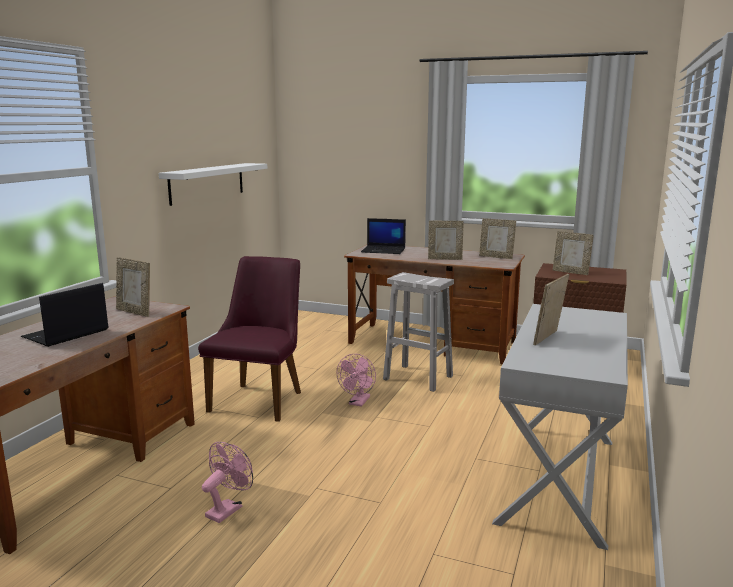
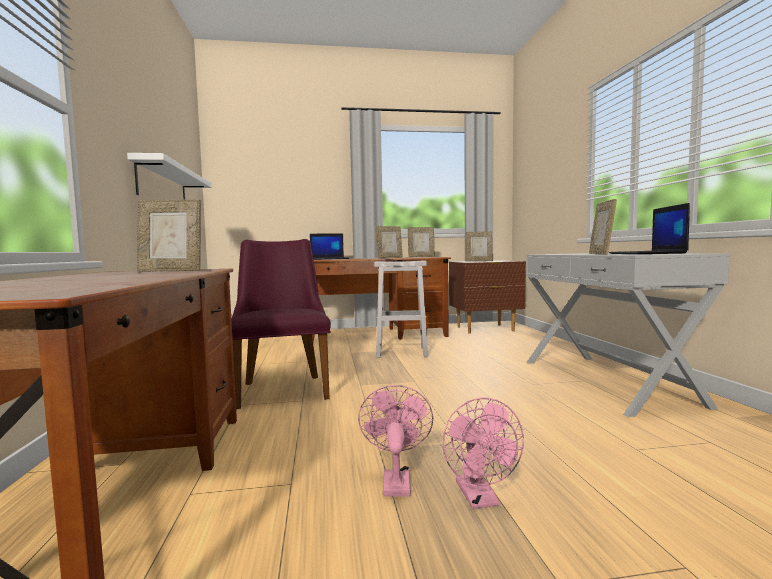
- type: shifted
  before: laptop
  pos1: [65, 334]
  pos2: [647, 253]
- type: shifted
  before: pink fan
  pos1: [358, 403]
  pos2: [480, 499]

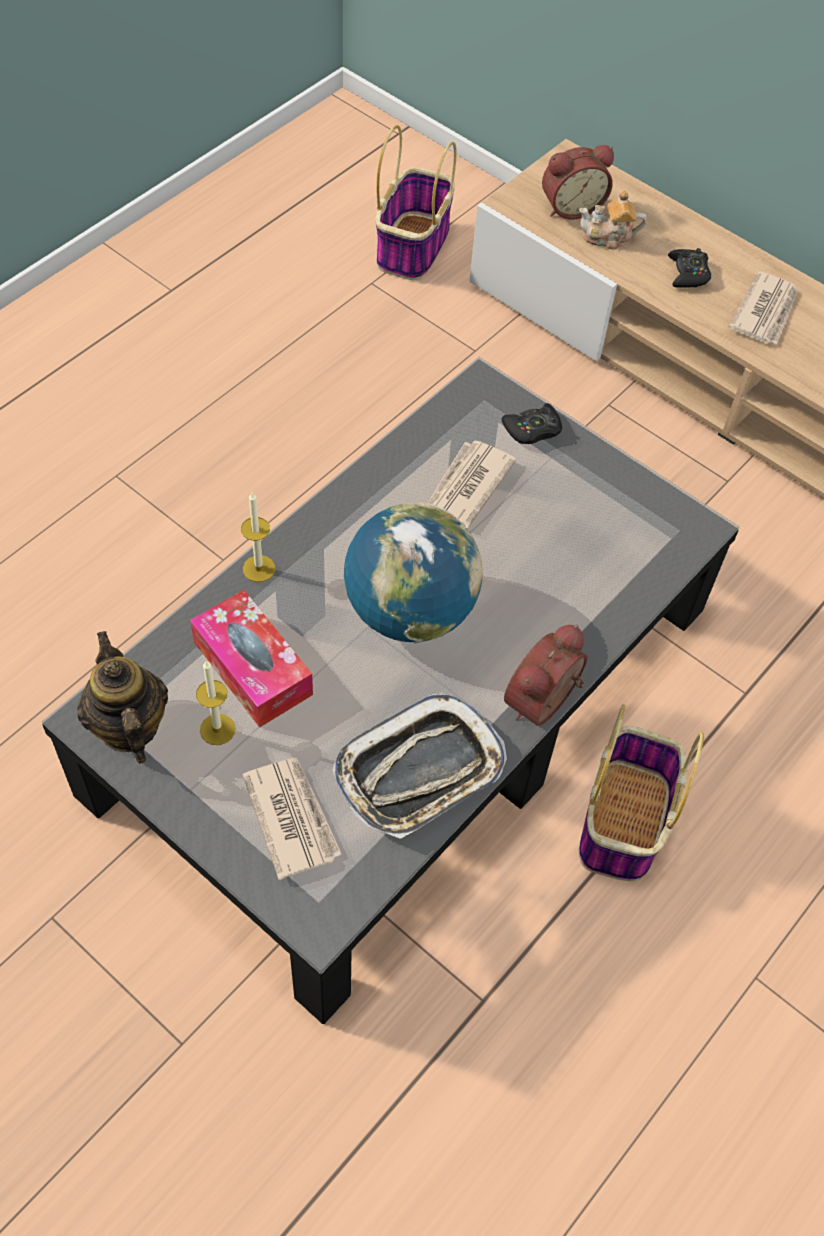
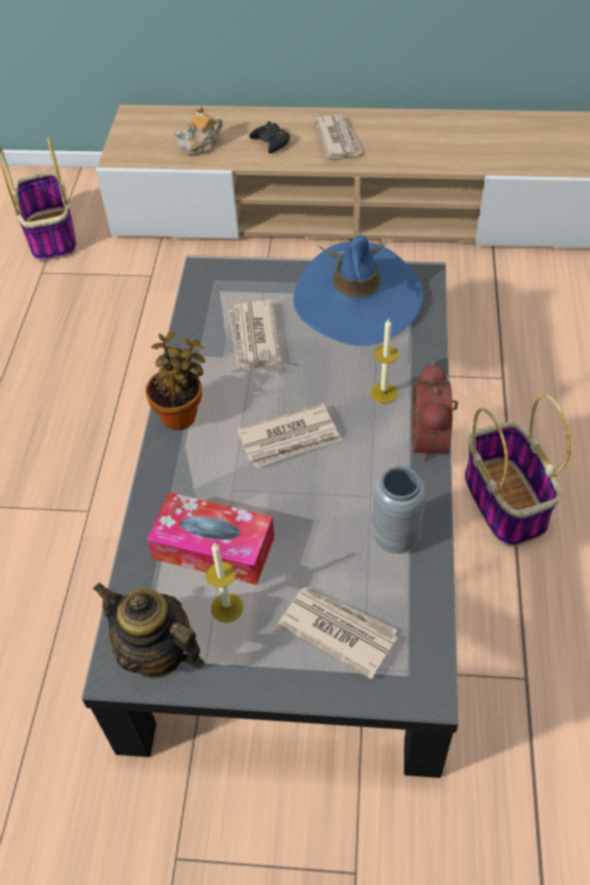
- type: gone
  before: black game controller
  pos1: [532, 430]
- type: gone
  before: alarm clock
  pos1: [571, 206]
- type: new
  after: potted plant
  pos2: [181, 414]
- type: new
  after: blue hat
  pos2: [357, 299]
- type: shifted
  before: candle
  pos1: [259, 568]
  pos2: [383, 393]
- type: swapped
  before: tray
  after: grey vase
  pos1: [419, 772]
  pos2: [395, 537]
- type: swapped
  before: globe
  after: newspaper
  pos1: [410, 611]
  pos2: [290, 439]

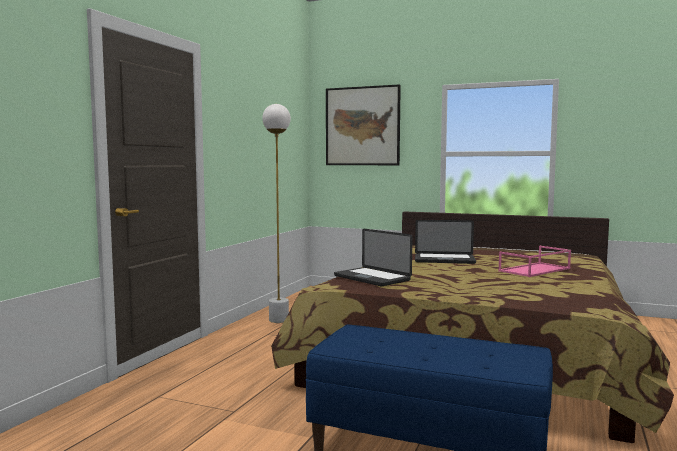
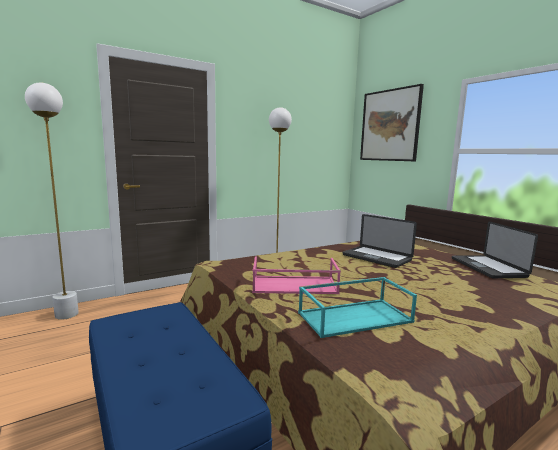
- type: new
  after: white floor lamp
  pos2: [67, 315]
- type: new
  after: turquoise tray
  pos2: [355, 316]
- type: shifted
  before: laptop
  pos1: [371, 278]
  pos2: [487, 267]
- type: shifted
  before: pink tray
  pos1: [535, 270]
  pos2: [293, 285]

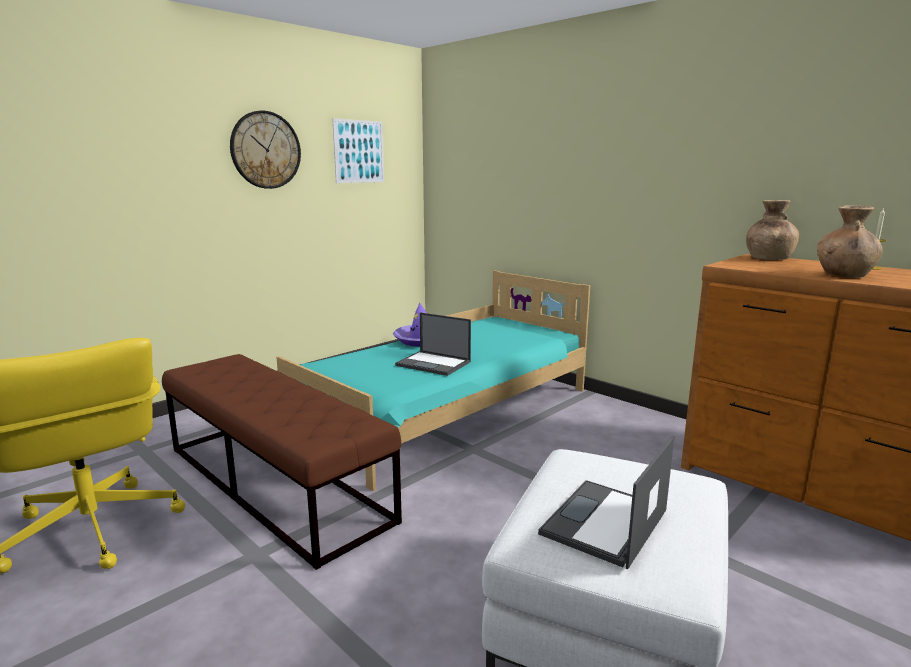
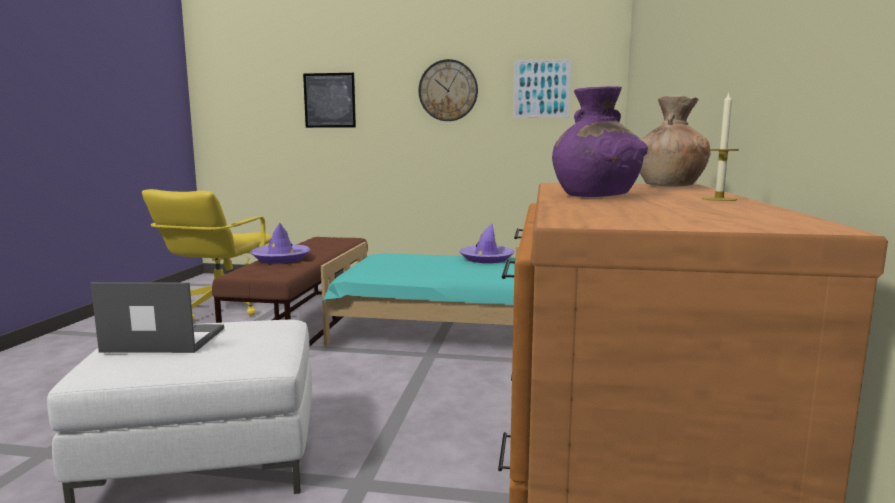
- type: gone
  before: laptop
  pos1: [434, 364]
- type: new
  after: purple hat
  pos2: [281, 258]
- type: new
  after: picture
  pos2: [329, 100]
- type: repainted
  before: brown vase
  after: purple vase
  pos1: [844, 275]
  pos2: [594, 196]

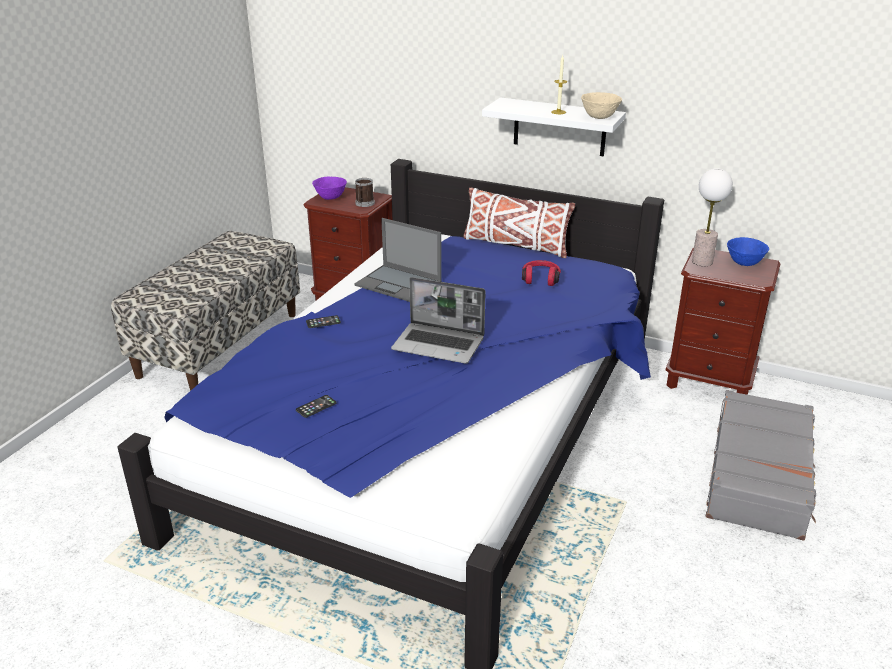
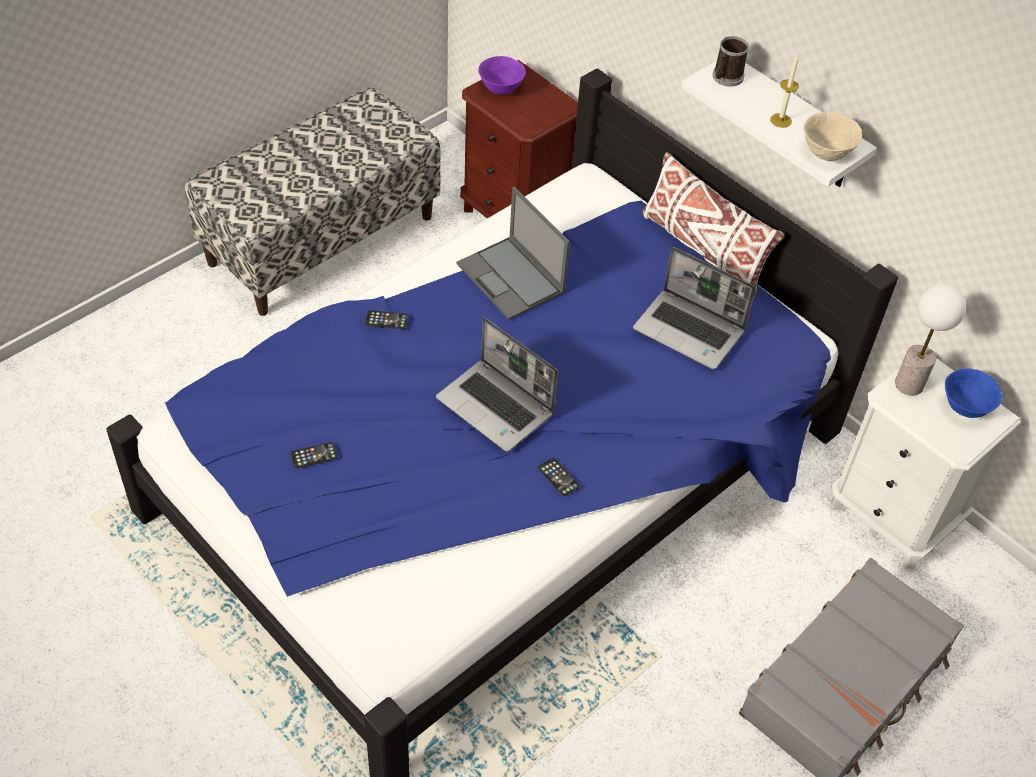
- type: new
  after: phone
  pos2: [558, 477]
- type: shifted
  before: mug
  pos1: [364, 204]
  pos2: [725, 78]
- type: swapped
  before: red headphones
  after: laptop
  pos1: [540, 279]
  pos2: [690, 331]
- type: repainted
  before: brown nightstand
  after: white nightstand
  pos1: [709, 381]
  pos2: [892, 516]

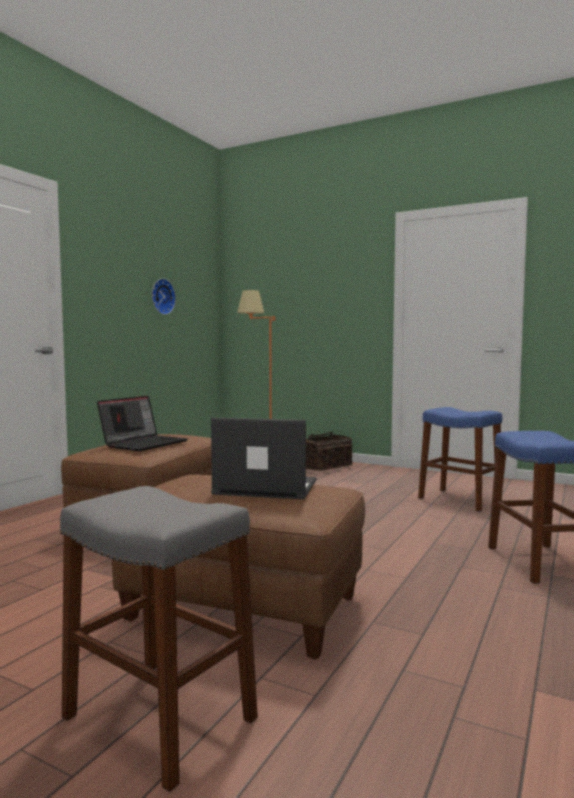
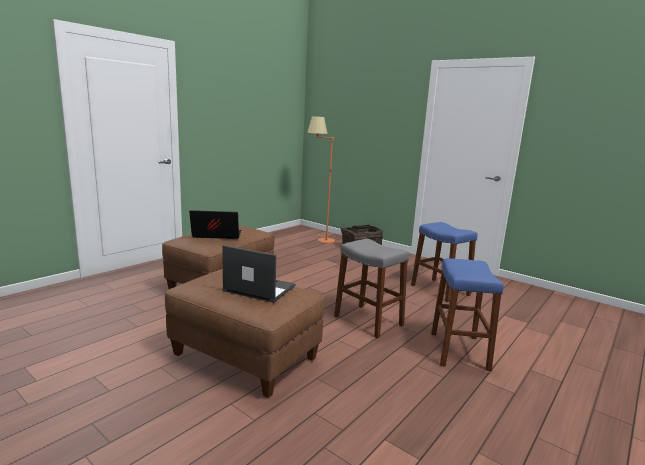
- type: gone
  before: wall clock
  pos1: [161, 296]
- type: shifted
  before: grey stool
  pos1: [159, 718]
  pos2: [368, 321]
- type: rotated
  before: laptop
  pos1: [144, 443]
  pos2: [216, 236]
  turn: -135

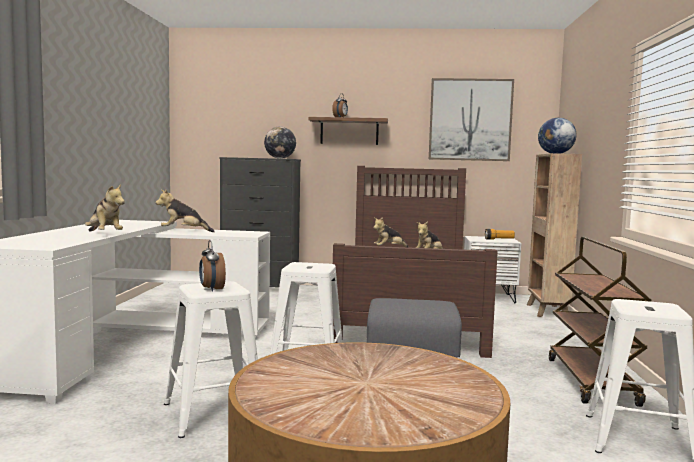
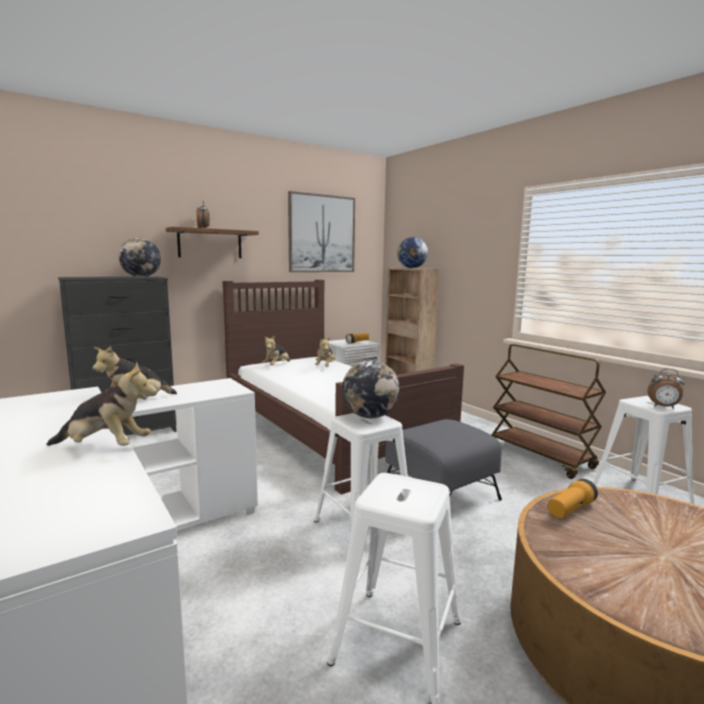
- type: new
  after: globe
  pos2: [370, 416]
- type: new
  after: flashlight
  pos2: [570, 509]
- type: shifted
  before: alarm clock
  pos1: [211, 289]
  pos2: [663, 407]

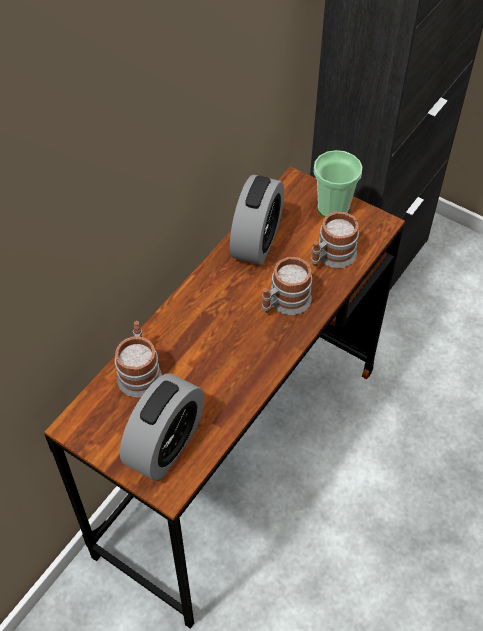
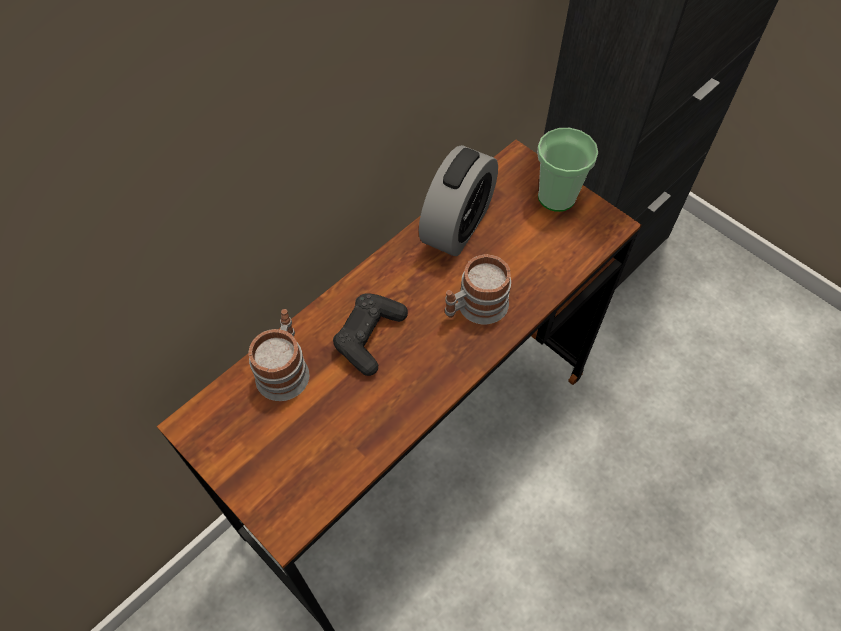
- type: gone
  before: alarm clock
  pos1: [165, 445]
- type: gone
  before: mug
  pos1: [331, 257]
- type: new
  after: black game controller
  pos2: [369, 337]

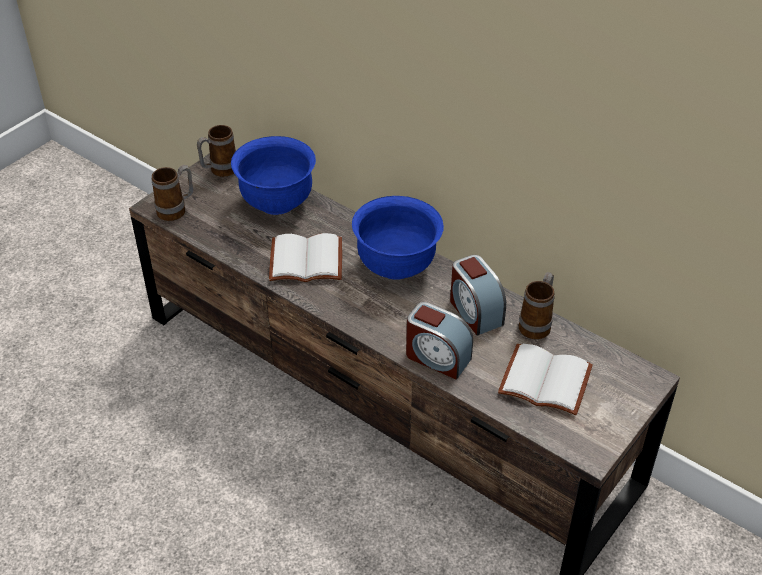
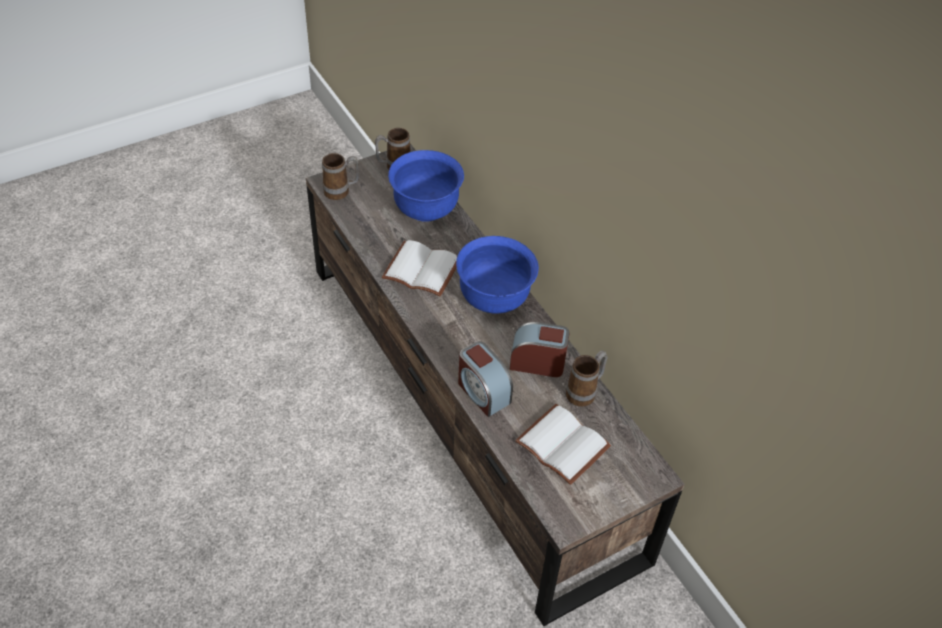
- type: rotated
  before: alarm clock
  pos1: [475, 311]
  pos2: [537, 362]
  turn: 105

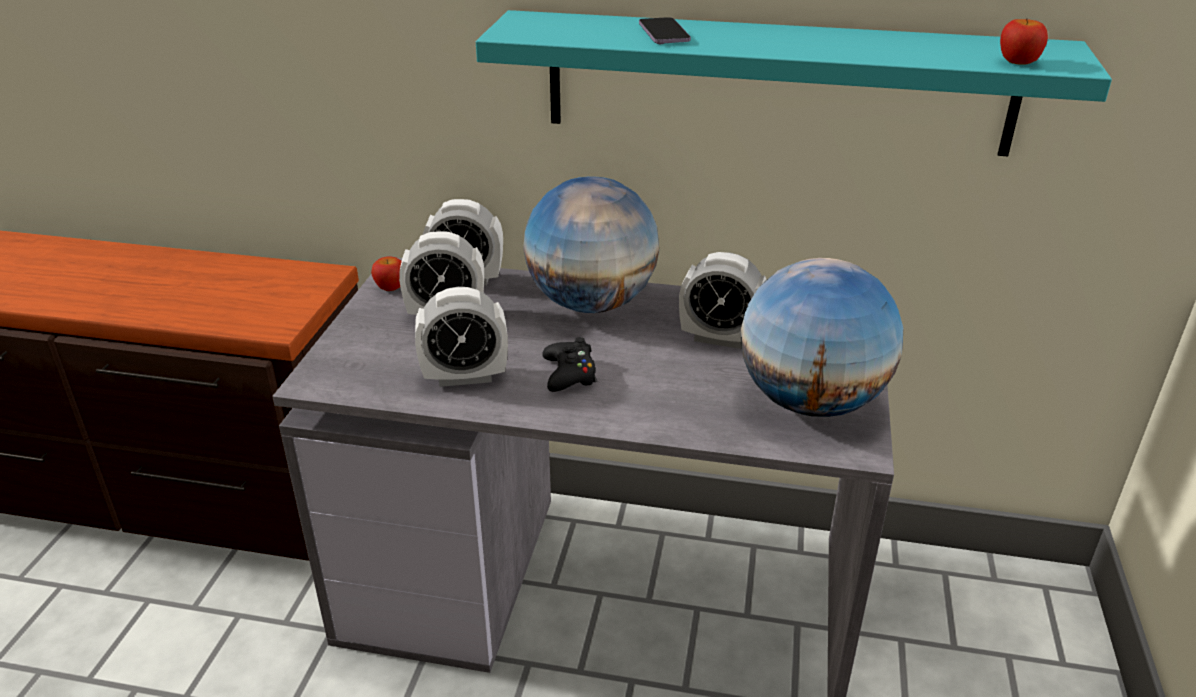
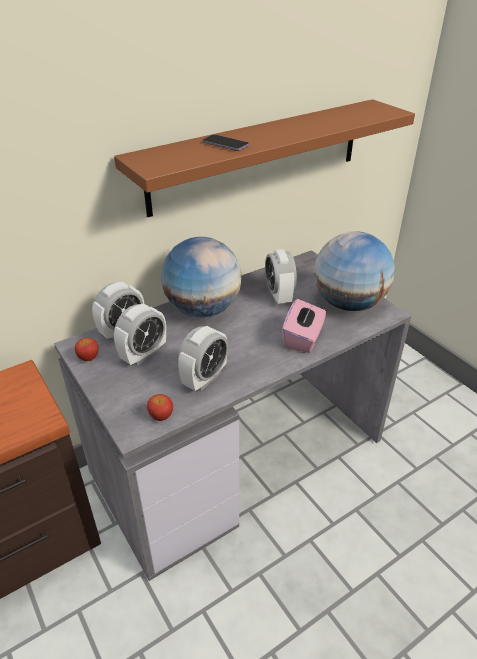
- type: gone
  before: black game controller
  pos1: [569, 374]
- type: new
  after: pink tissue box
  pos2: [303, 338]
- type: shifted
  before: apple
  pos1: [1017, 62]
  pos2: [161, 416]
- type: repainted
  before: turquoise shelf
  after: brown shelf
  pos1: [776, 83]
  pos2: [258, 155]
- type: rotated
  before: alarm clock
  pos1: [720, 338]
  pos2: [279, 296]
  turn: 105

